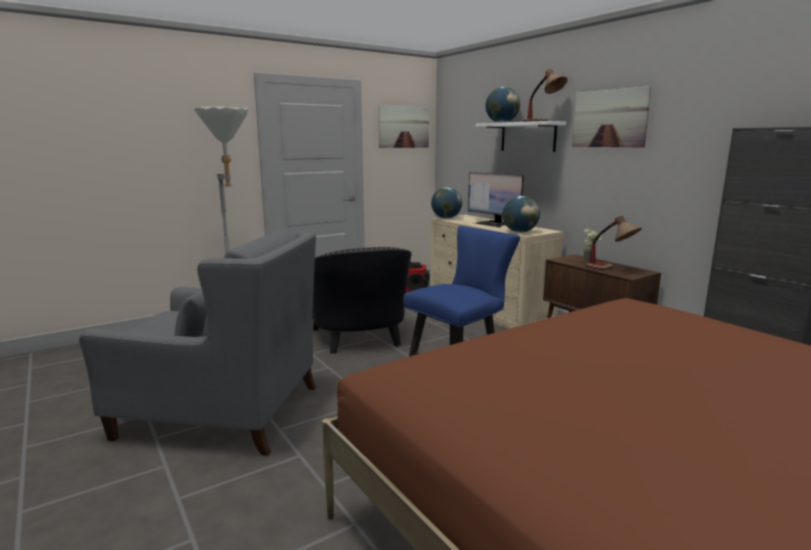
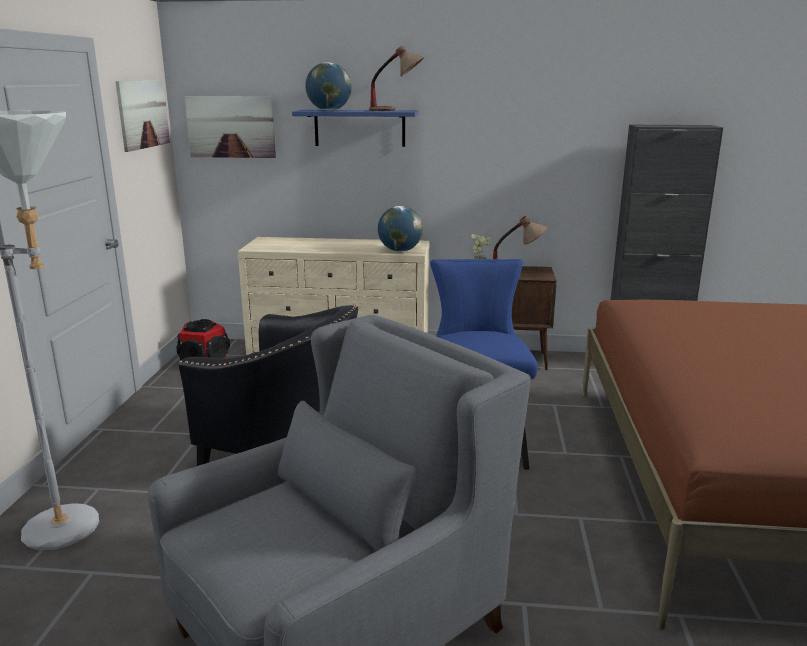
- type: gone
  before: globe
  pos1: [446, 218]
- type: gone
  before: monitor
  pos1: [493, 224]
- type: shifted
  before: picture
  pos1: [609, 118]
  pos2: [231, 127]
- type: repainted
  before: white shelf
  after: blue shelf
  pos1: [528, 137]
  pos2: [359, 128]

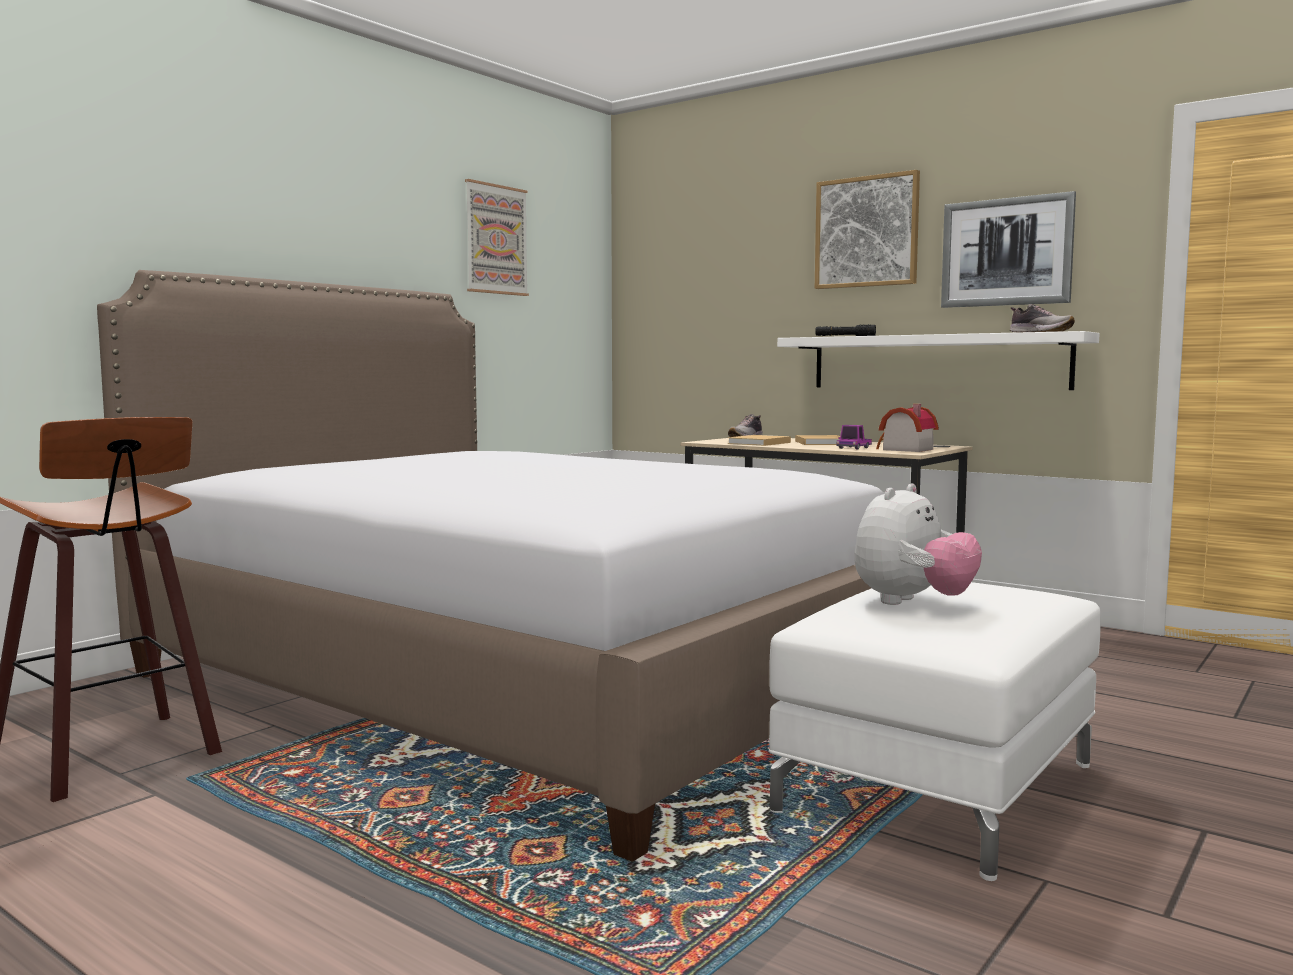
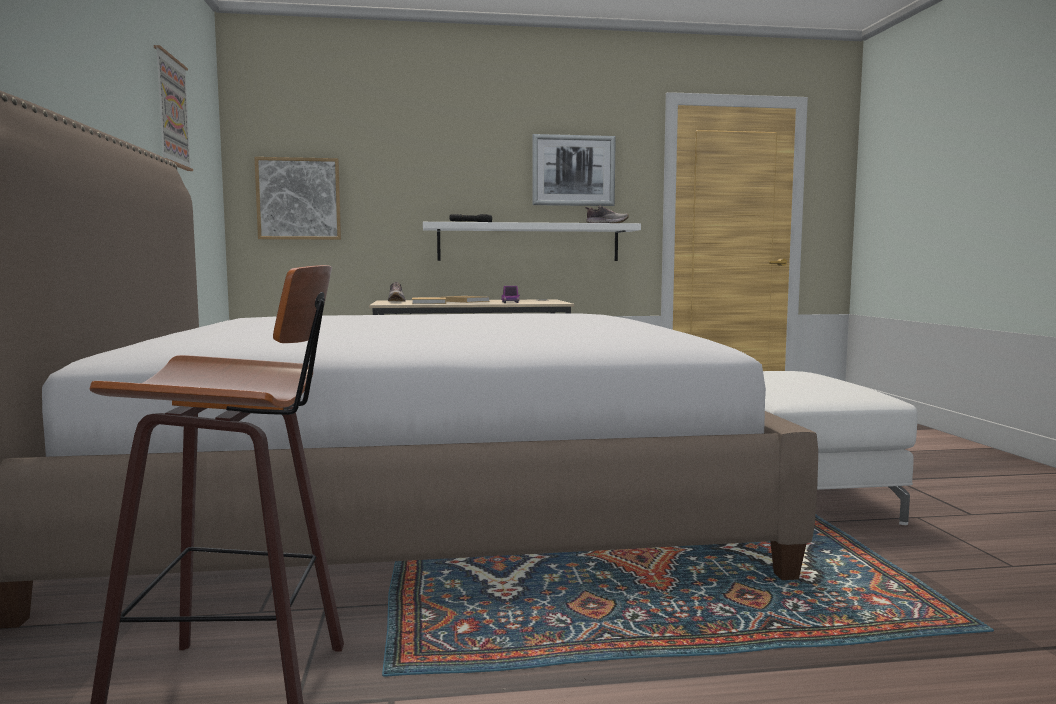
- type: gone
  before: plush toy
  pos1: [912, 603]
- type: gone
  before: toy house
  pos1: [904, 449]
- type: shifted
  before: picture
  pos1: [867, 232]
  pos2: [299, 199]

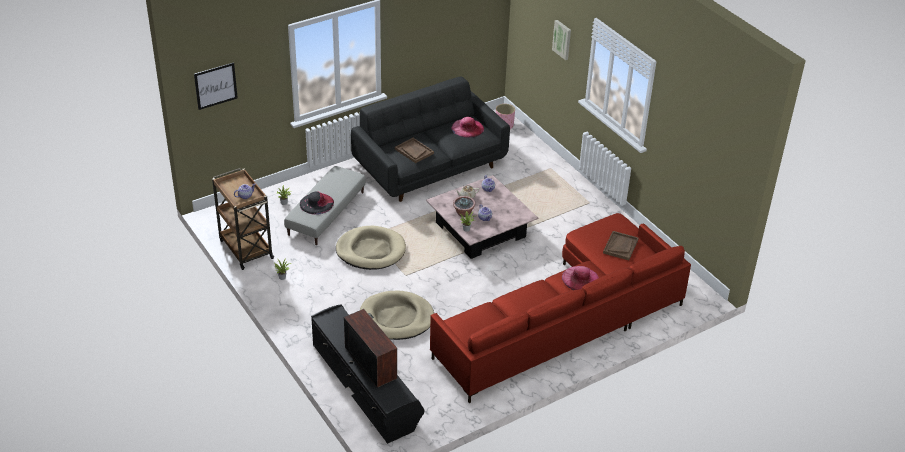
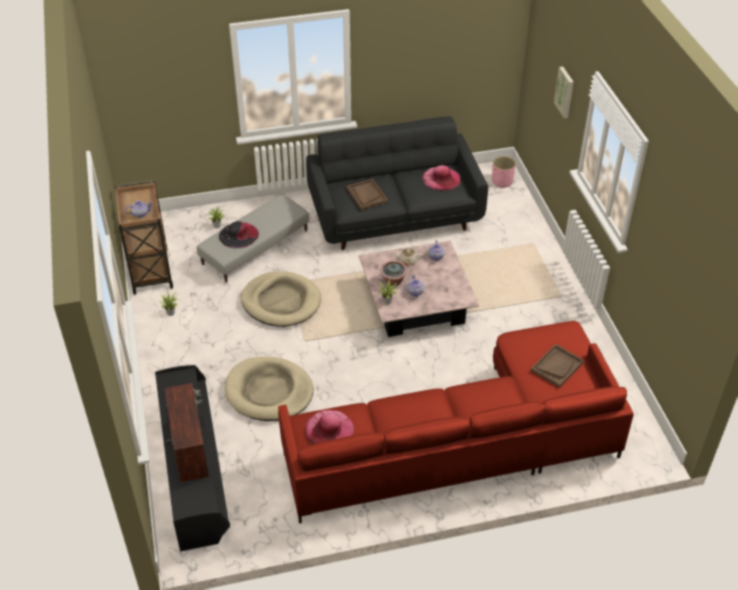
- type: gone
  before: picture
  pos1: [215, 85]
- type: shifted
  before: pink hat
  pos1: [580, 279]
  pos2: [329, 429]

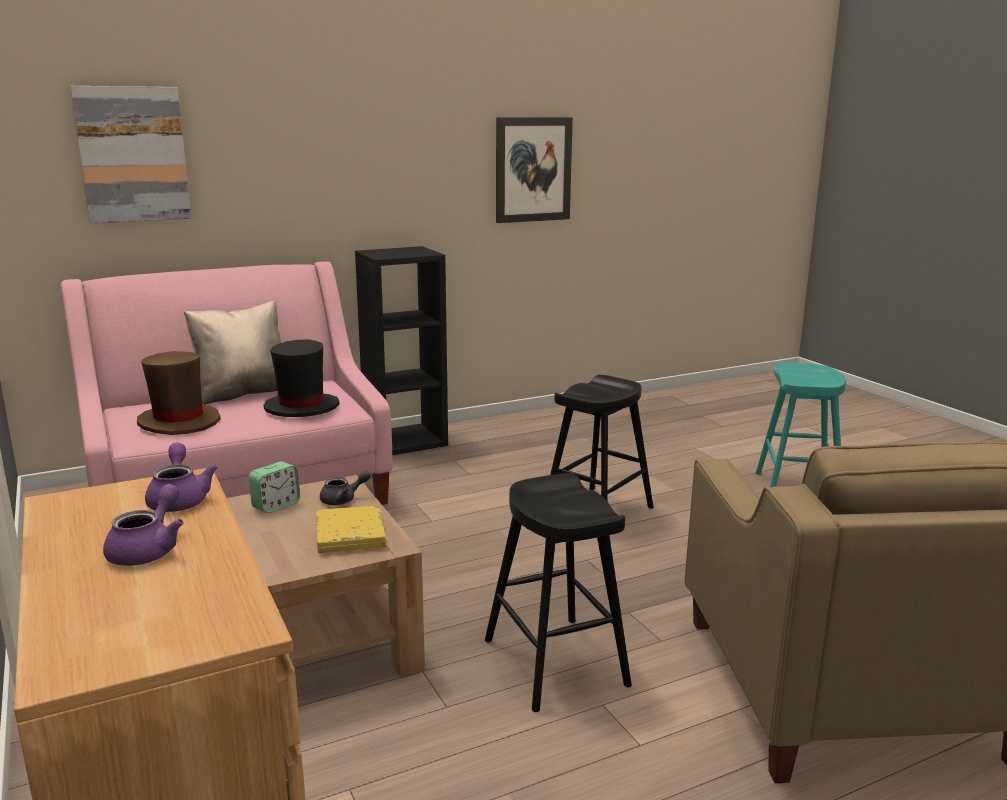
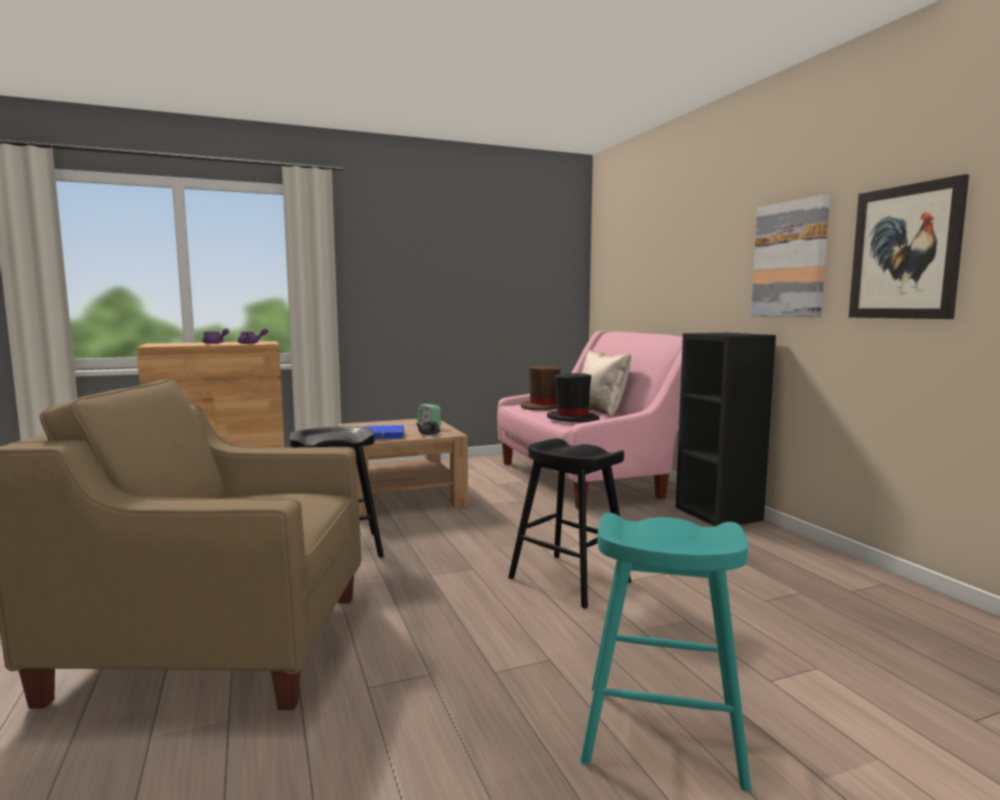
- type: shifted
  before: picture
  pos1: [133, 154]
  pos2: [790, 259]
- type: repainted
  before: yellow book
  after: blue book
  pos1: [350, 534]
  pos2: [383, 436]

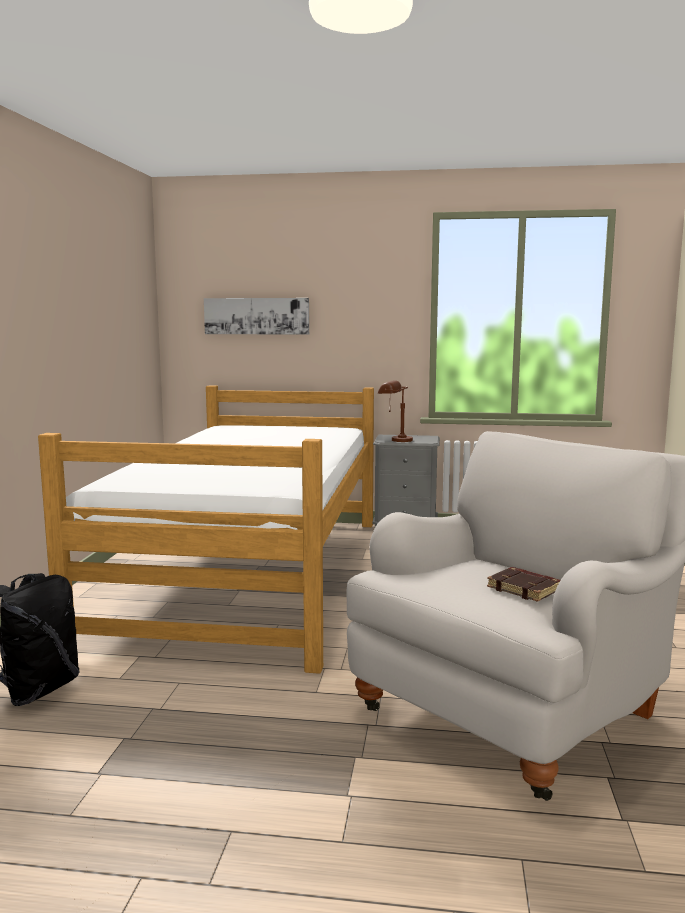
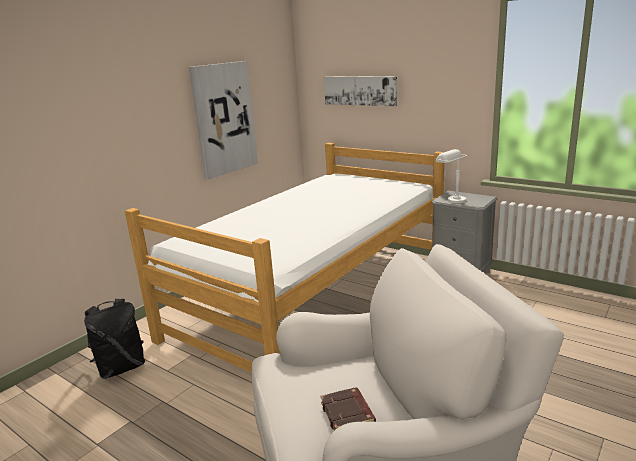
- type: new
  after: picture
  pos2: [224, 119]
- type: repainted
  before: brown table lamp
  after: white table lamp
  pos1: [394, 440]
  pos2: [451, 199]

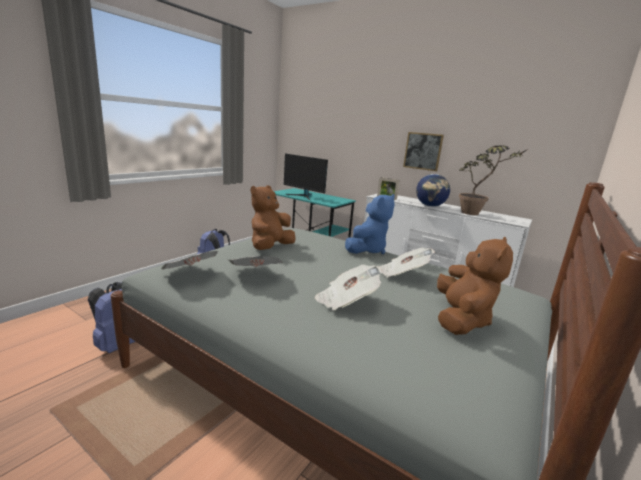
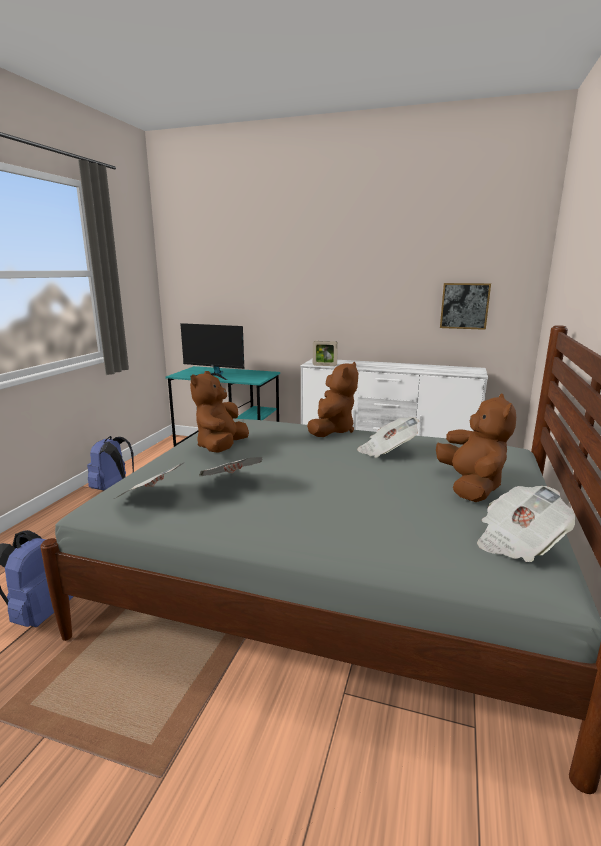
- type: gone
  before: globe
  pos1: [430, 206]
- type: gone
  before: potted plant
  pos1: [476, 214]
- type: shifted
  before: newspaper
  pos1: [346, 301]
  pos2: [518, 542]
- type: shifted
  before: picture
  pos1: [423, 151]
  pos2: [464, 306]
- type: repainted
  before: blue plush toy
  after: brown plush toy
  pos1: [367, 250]
  pos2: [332, 430]

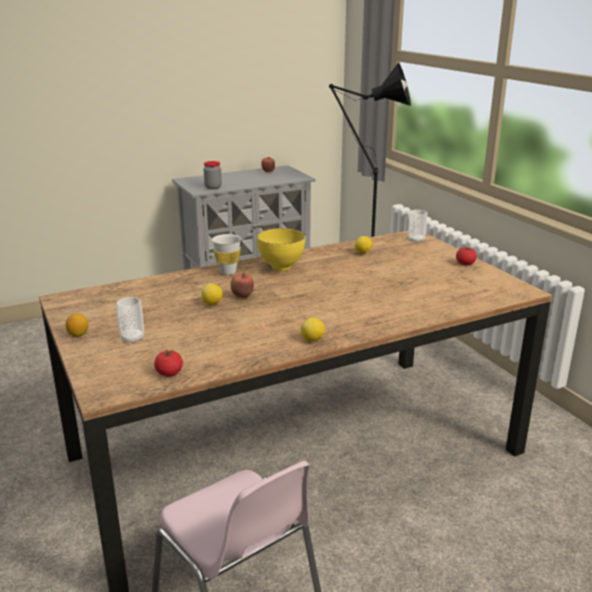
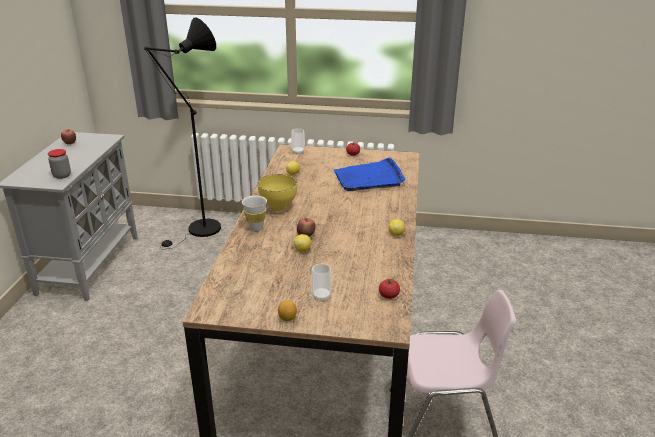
- type: new
  after: blue tray
  pos2: [369, 178]

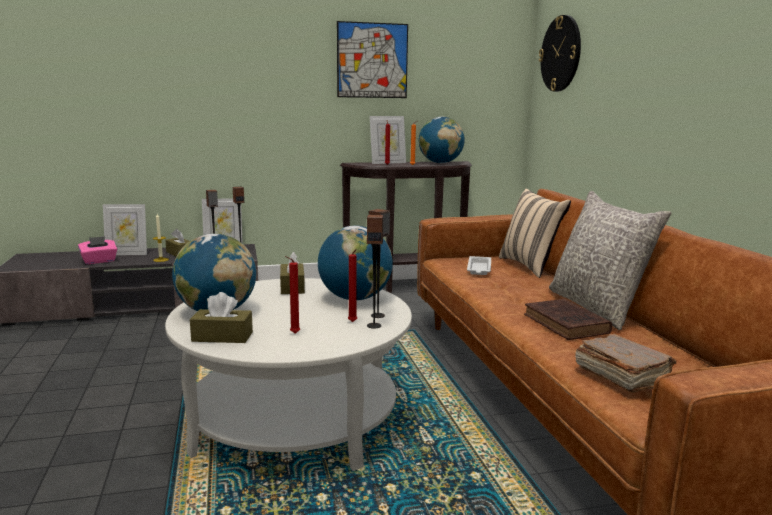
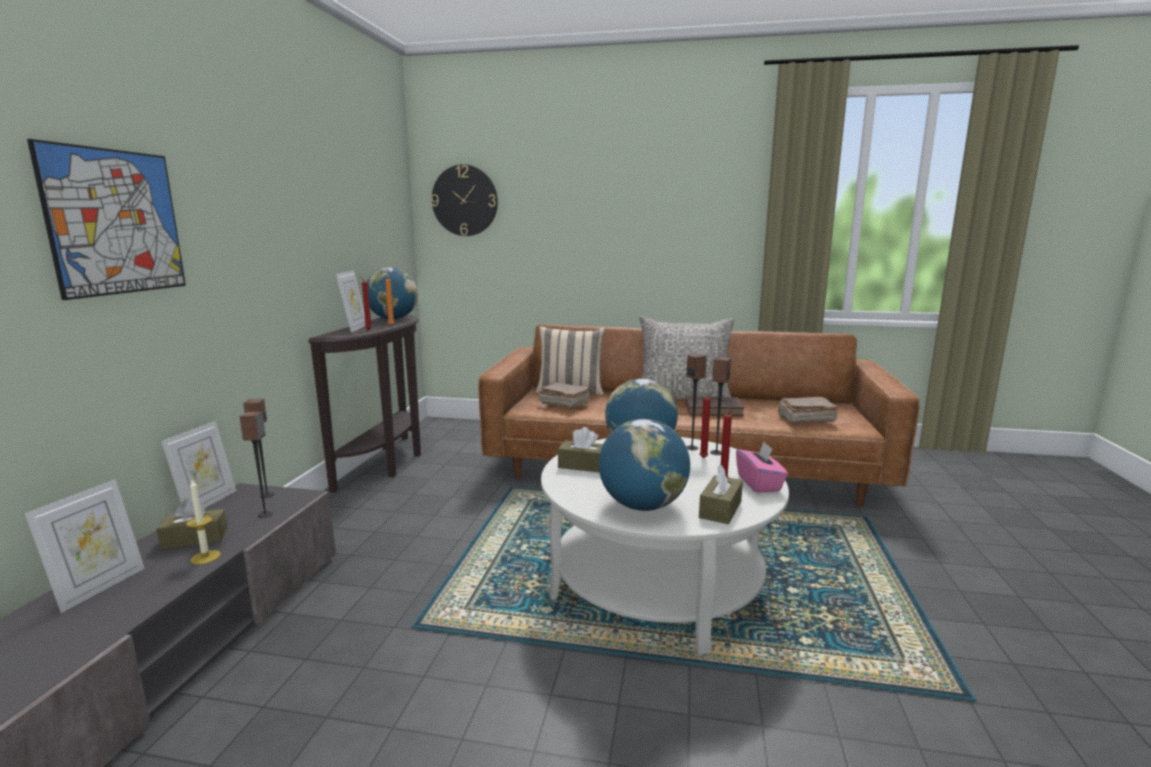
- type: shifted
  before: pink tissue box
  pos1: [99, 261]
  pos2: [759, 483]
- type: shifted
  before: picture
  pos1: [372, 60]
  pos2: [115, 222]
- type: swapped
  before: white tray
  after: brown book
  pos1: [479, 269]
  pos2: [564, 404]

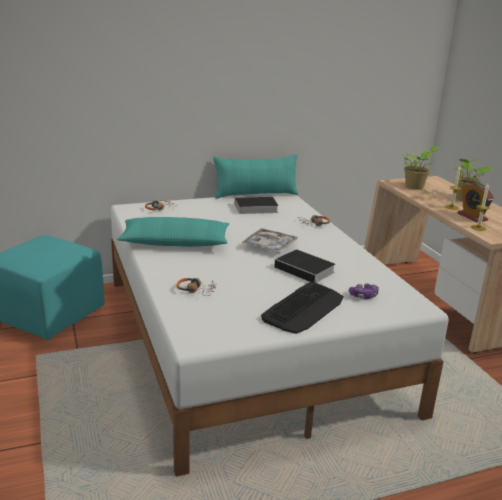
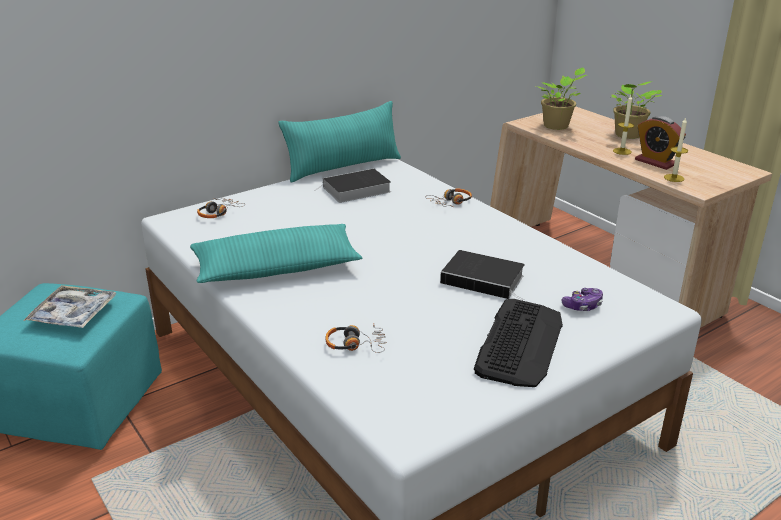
- type: shifted
  before: tray
  pos1: [270, 245]
  pos2: [73, 314]

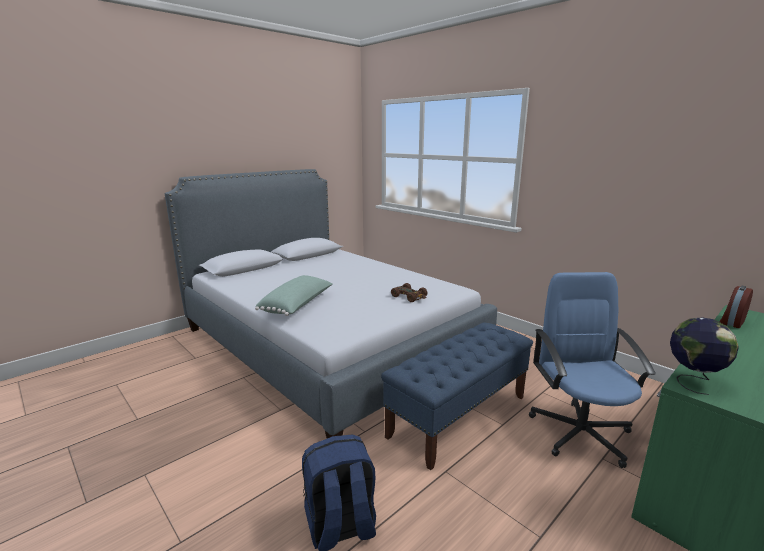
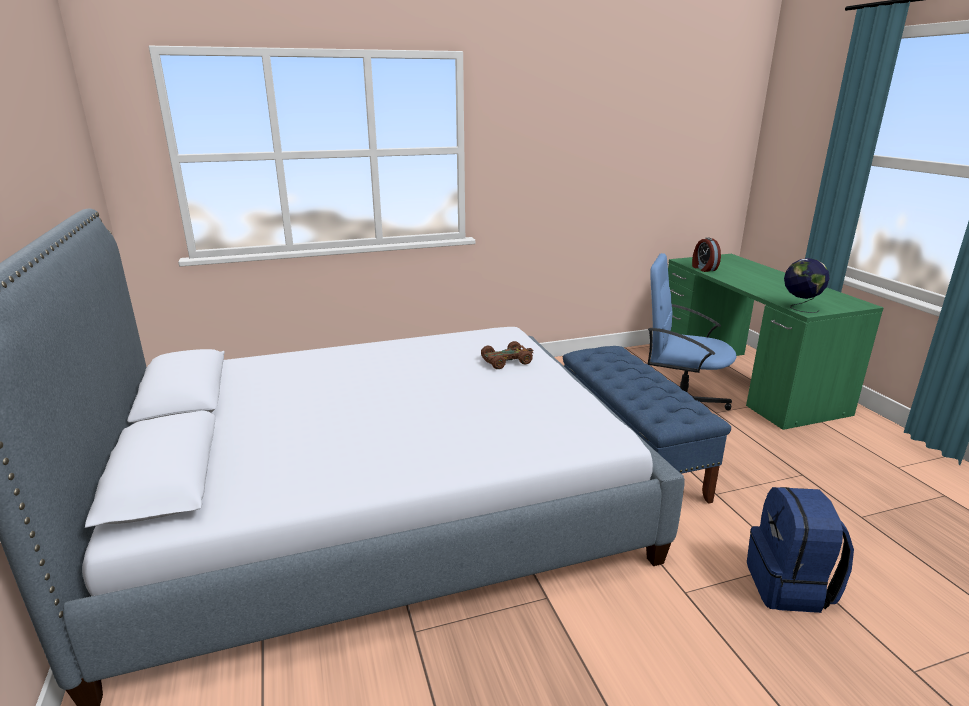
- type: gone
  before: green pillow
  pos1: [298, 305]

